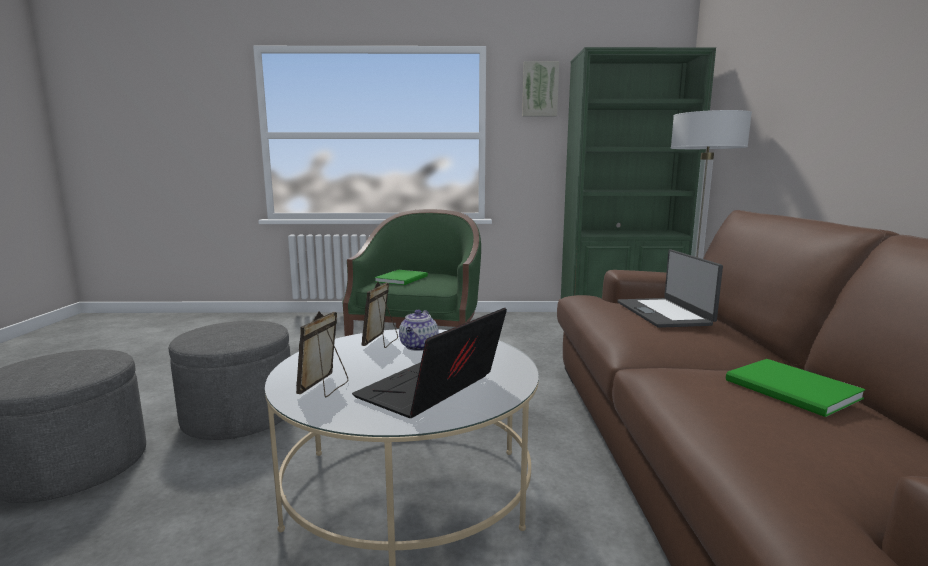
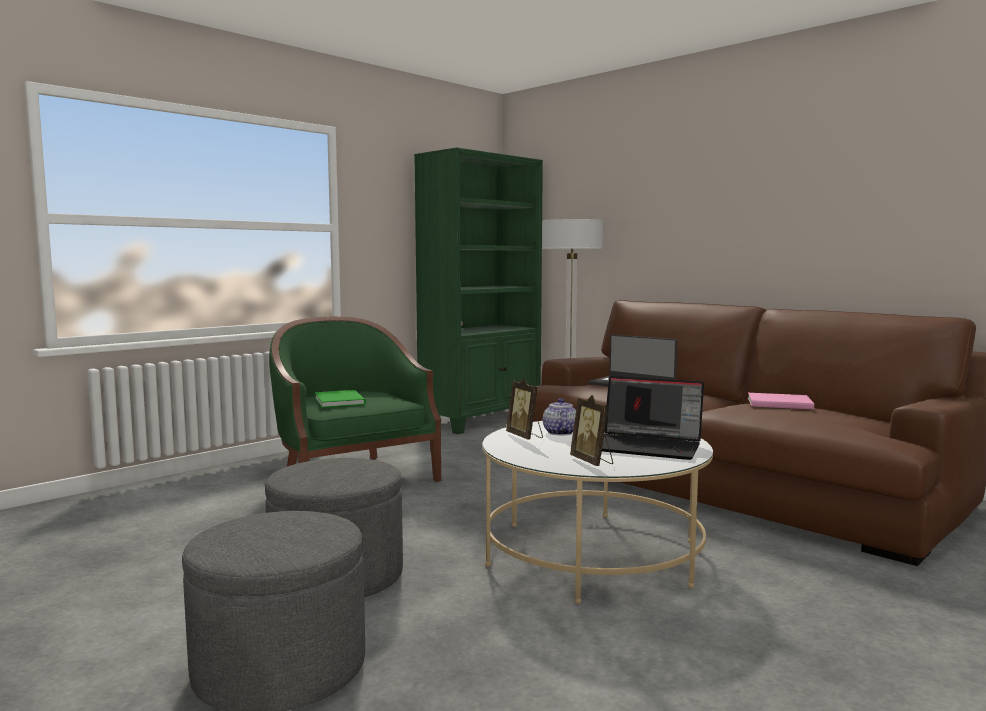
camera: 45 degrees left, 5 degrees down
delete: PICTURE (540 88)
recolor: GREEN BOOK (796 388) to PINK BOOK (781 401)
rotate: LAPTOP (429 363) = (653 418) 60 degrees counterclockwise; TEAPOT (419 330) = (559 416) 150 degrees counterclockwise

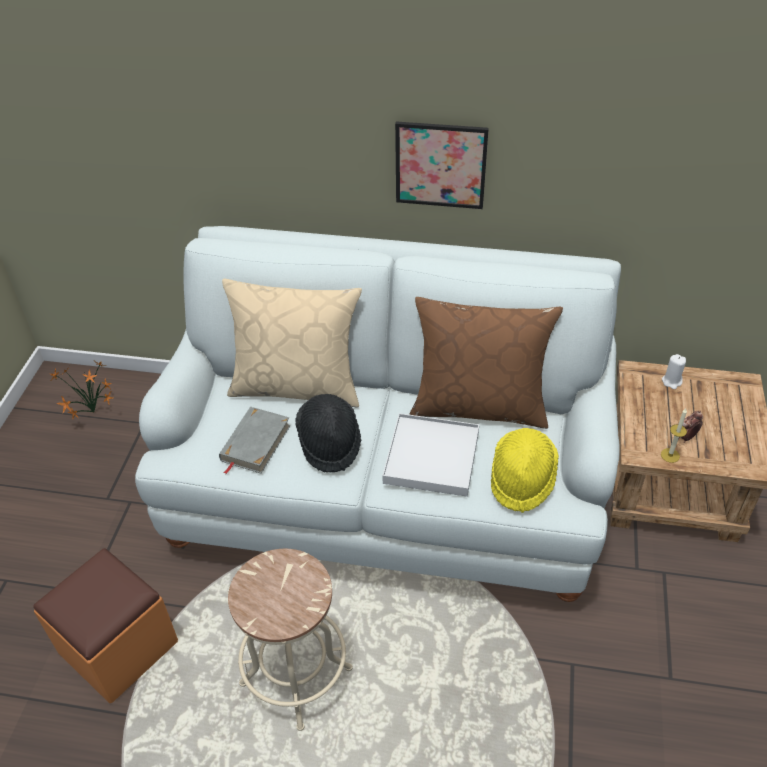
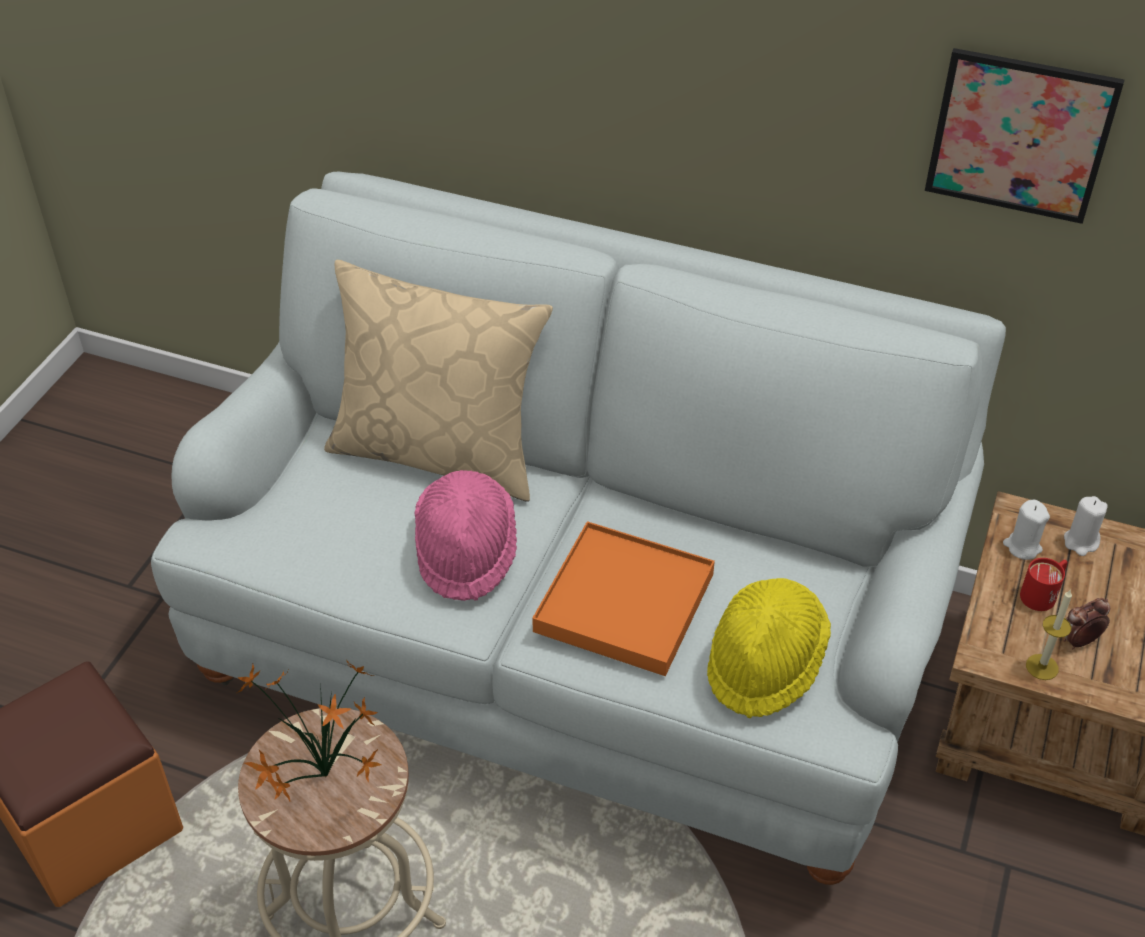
camera: 10 degrees right, 0 degrees up
delete: GREY BOOK (255 440); BROWN PILLOW (486 363)
insert: WHITE CANDLE (1026 530); RED MUG (1044 584)
move: POTTED PLANT (81 391) to (309 730); PICTURE (442 165) to (1024 136)
recolor: BLACK HAT (328 433) to PINK HAT (465 535); WHITE TRAY (430 455) to ORANGE TRAY (623 598)

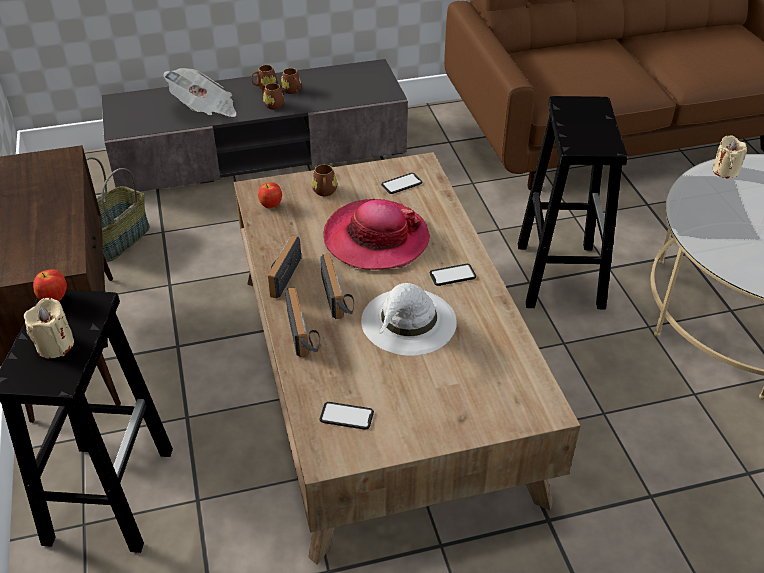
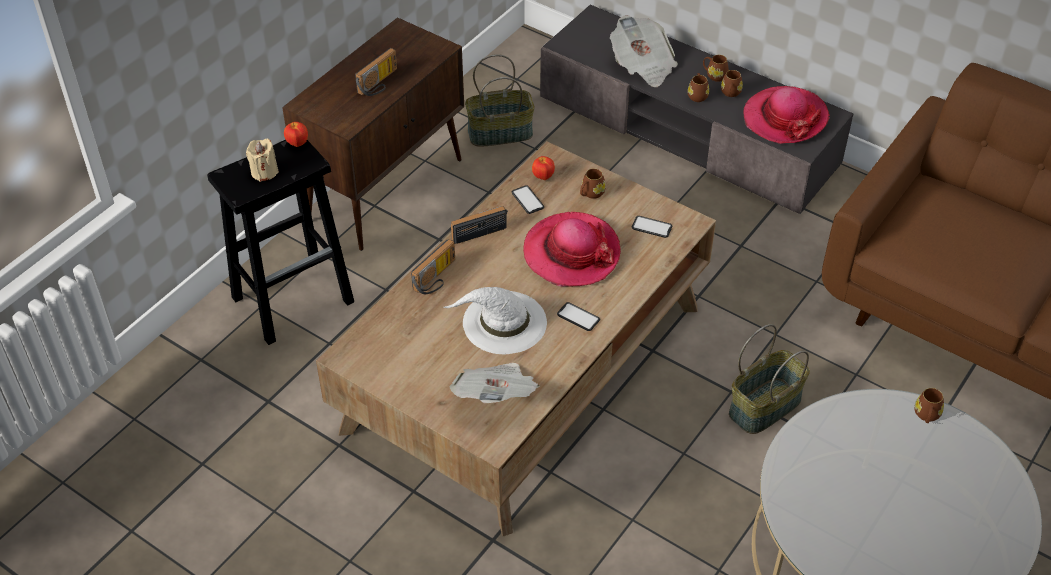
camera: 50 degrees right, 5 degrees up
insert: NEWSPAPER (494 383); HAT (787 115)
move: PHONE (346 416) to (528 199); RADIO (337 286) to (376 72)
replace: BLACK STOOL (573 202) to BASKET (769 379); BEIGE CANDLE (729 157) to BROWN MUG (929 405)

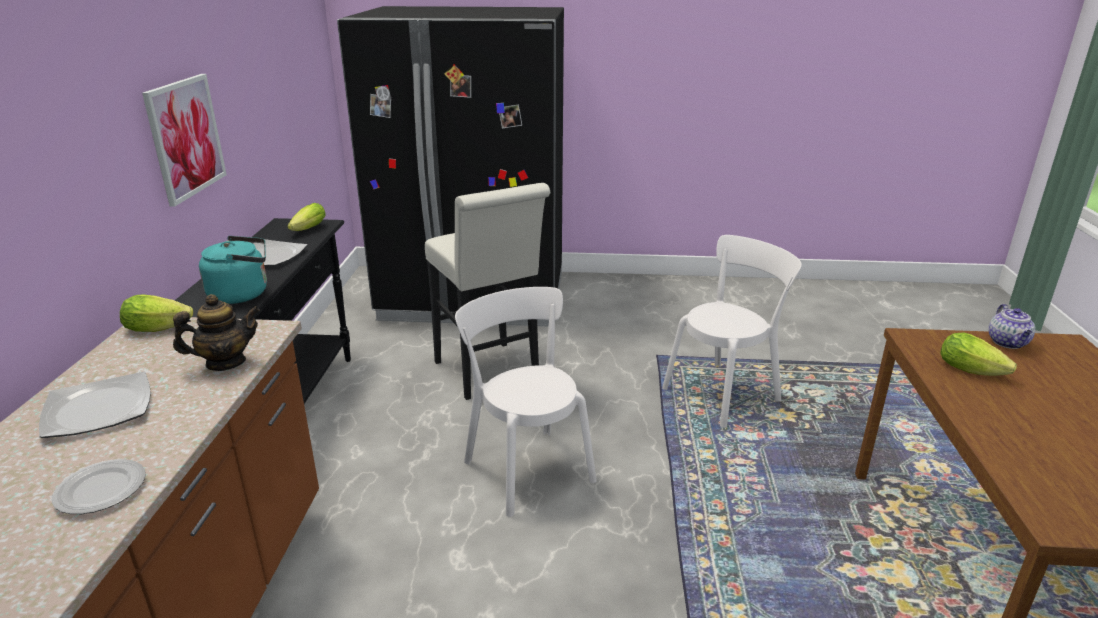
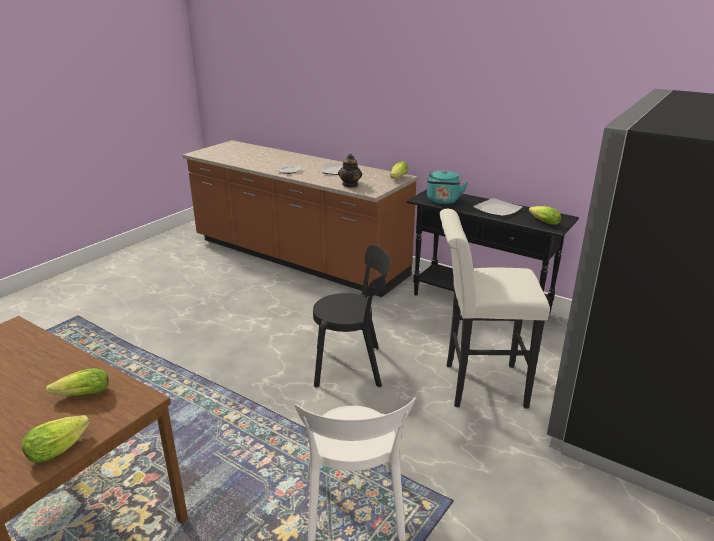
camera: 120 degrees right, 0 degrees up
delete: PICTURE (184 140)
replace: TEAPOT (1012 326) to LETTUCE (56 439)
recolor: WHITE CHAIR (526 402) to BLACK CHAIR (352 315)

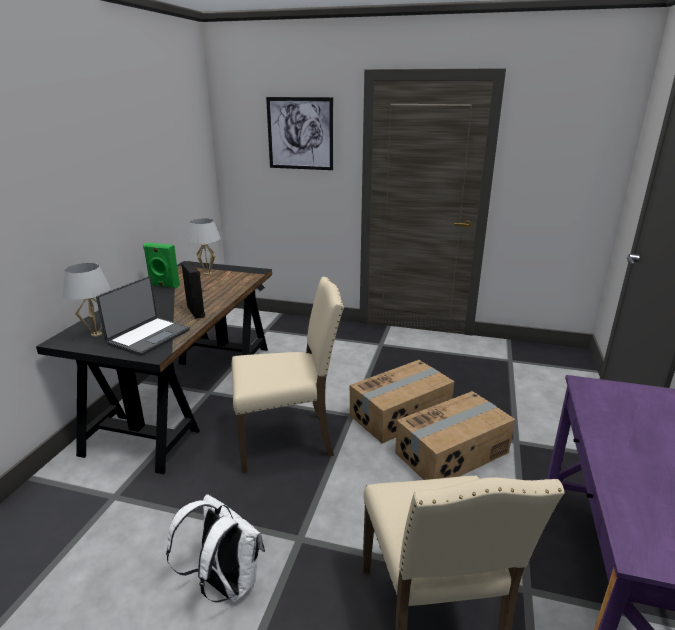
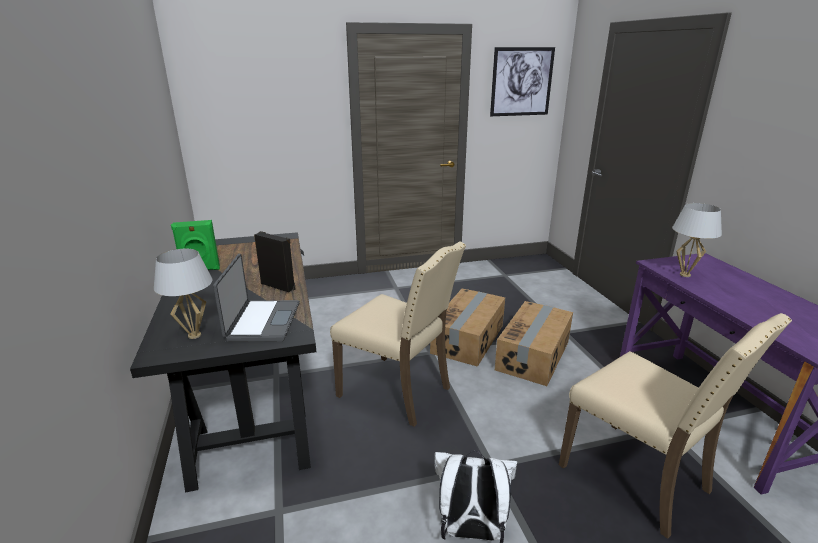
camera: 30 degrees left, 0 degrees up
move: WHITE TABLE LAMP (204 246) to (697 240); PICTURE (299 133) to (522 81)
rotate: BEIGE CHAIR (288 375) = (398 334) 75 degrees clockwise

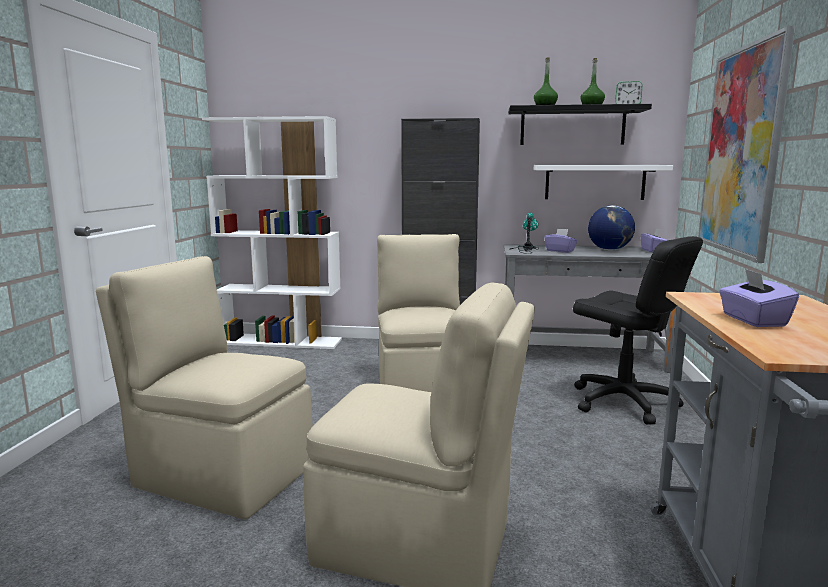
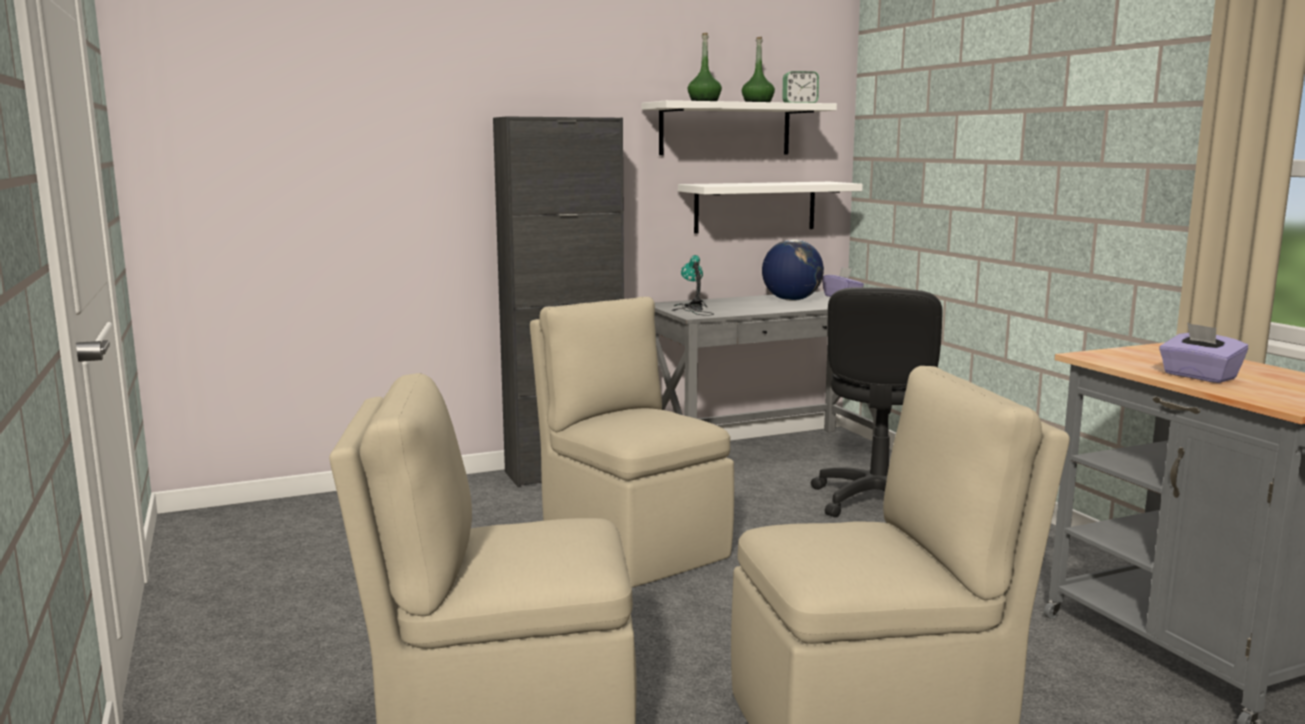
camera: 30 degrees left, 0 degrees up
delete: WHITE BOOKCASE (272 232); PURPLE TISSUE BOX (561 240); PICTURE (746 144)
recolor: BLACK SHELF (580 124) to WHITE SHELF (739 127)
rotate: BLACK OFFICE CHAIR (638 330) = (877 402) 90 degrees clockwise

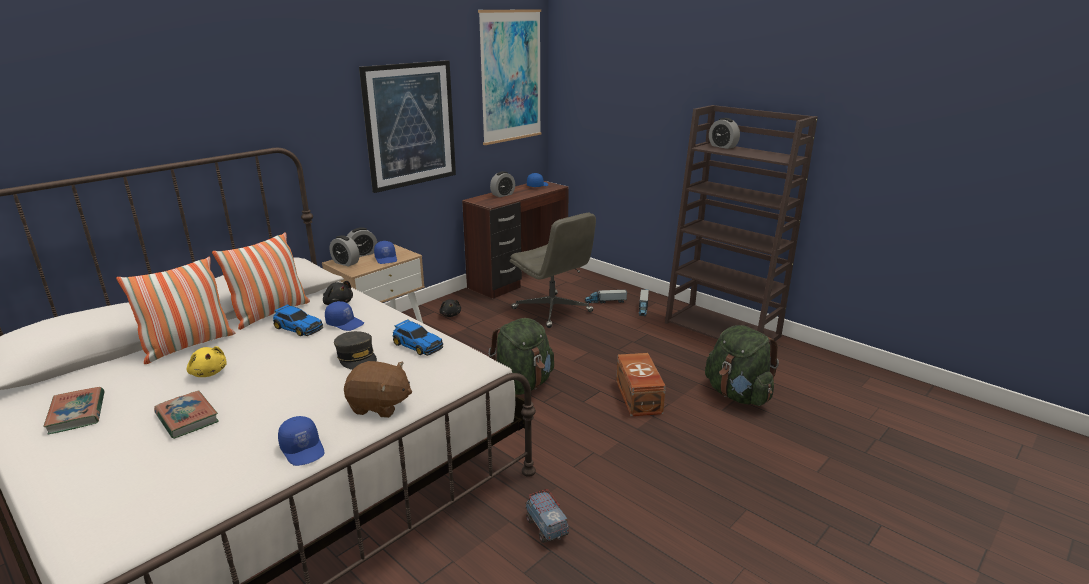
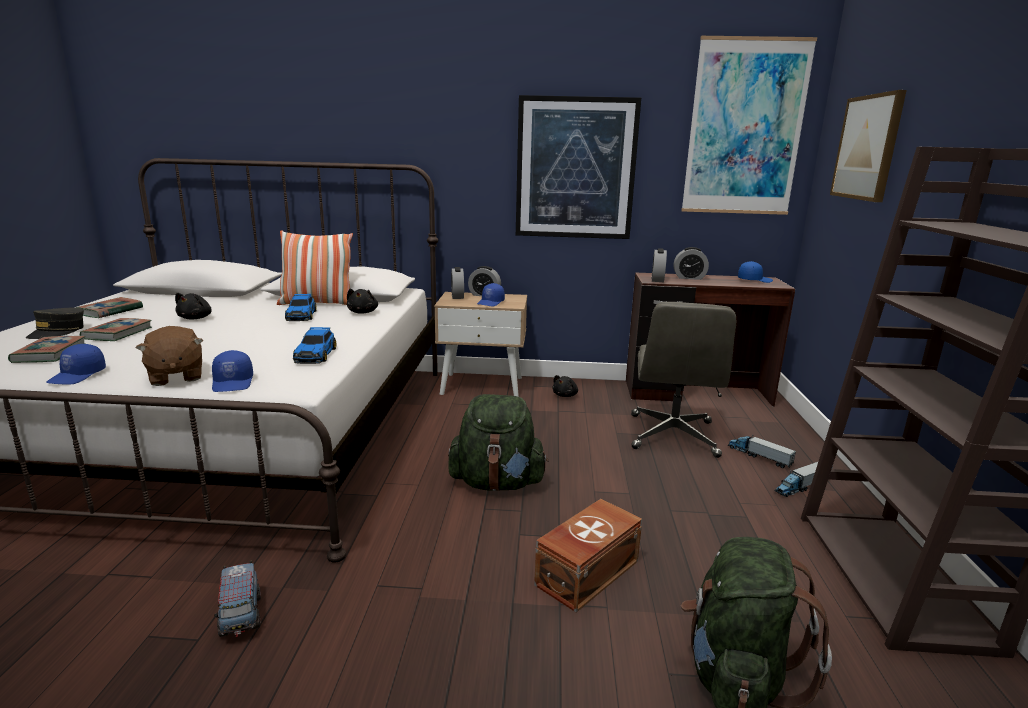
camera: 50 degrees right, 5 degrees down
delete: PILLOW (175 310)
insert: BOOK (47 349); PICTURE (868 146)
move: BLUE CAP (344 316) to (232 371); GREY CAP (355 350) to (55 323); ALARM CLOCK (724 133) to (659 265)
recolor: YELLOW PLUSH TOY (207 361) to BLACK PLUSH TOY (193 306)
rotate: TOY TRUCK (547 516) = (237 599) 135 degrees clockwise

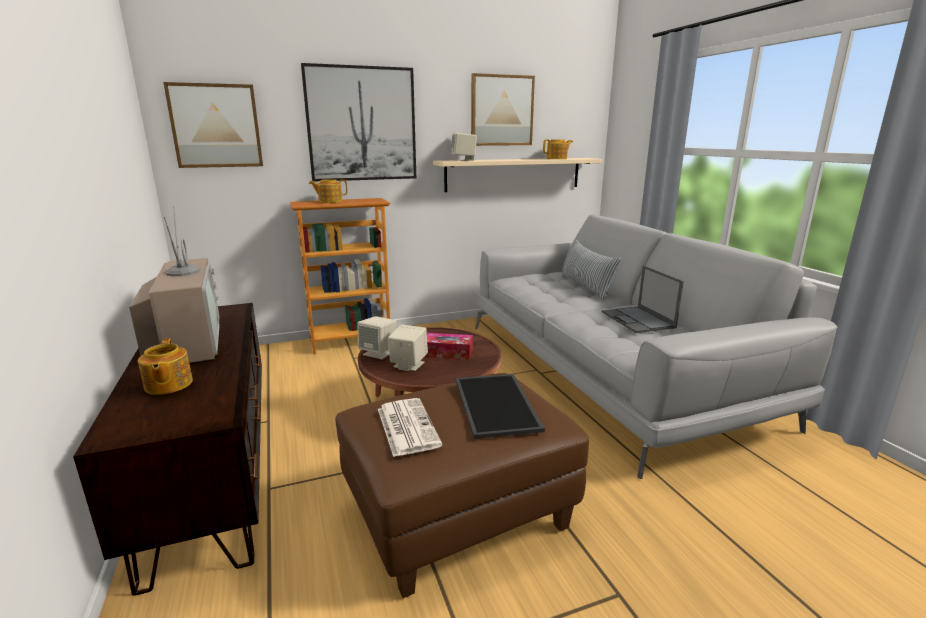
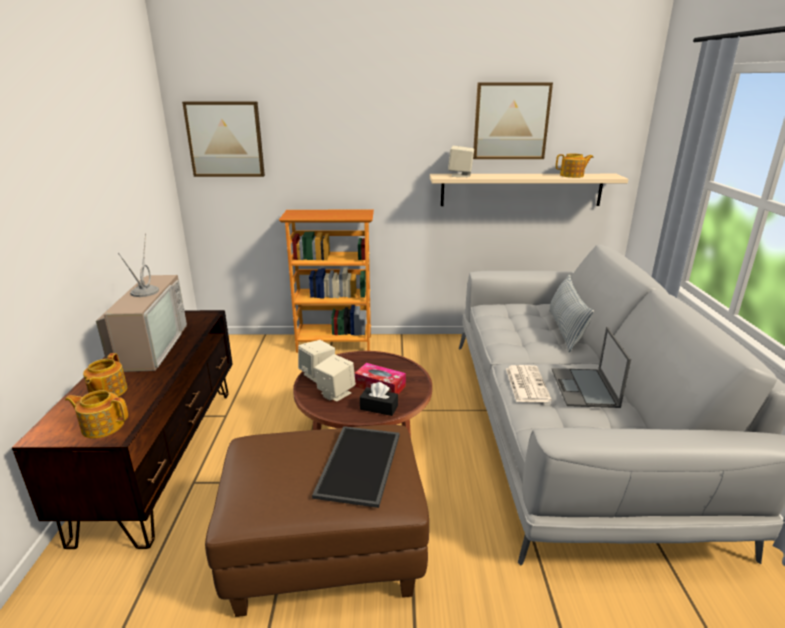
camera: 20 degrees right, 5 degrees up
delete: PICTURE (358 122)
insert: BLACK TISSUE BOX (379 399)
move: TEAPOT (328 191) to (96 414); NEWSPAPER (410 427) to (529 383)

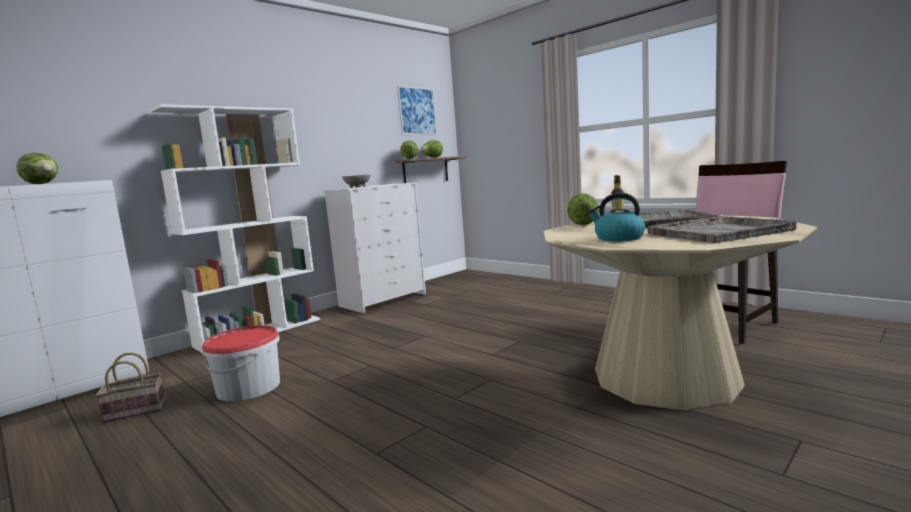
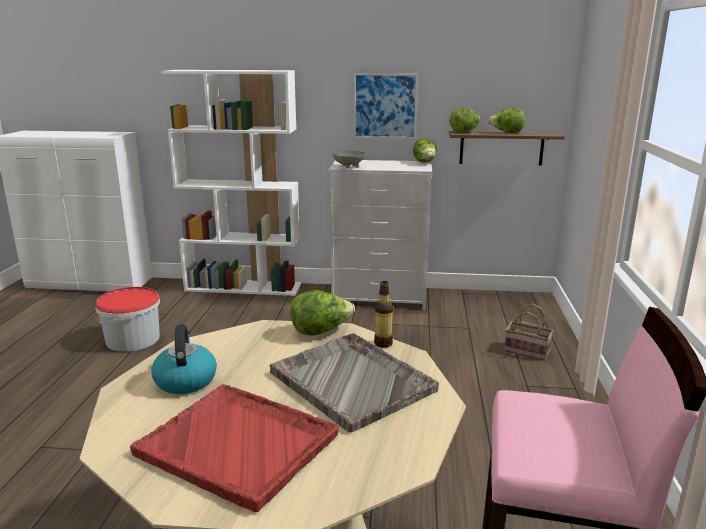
camera: 50 degrees right, 10 degrees up
move: LETTUCE (37 168) to (425 150); BASKET (130 387) to (528 332); PICTURE (417 110) to (386 106)
recolor: GREY TRAY (721 229) to RED TRAY (234 448)

